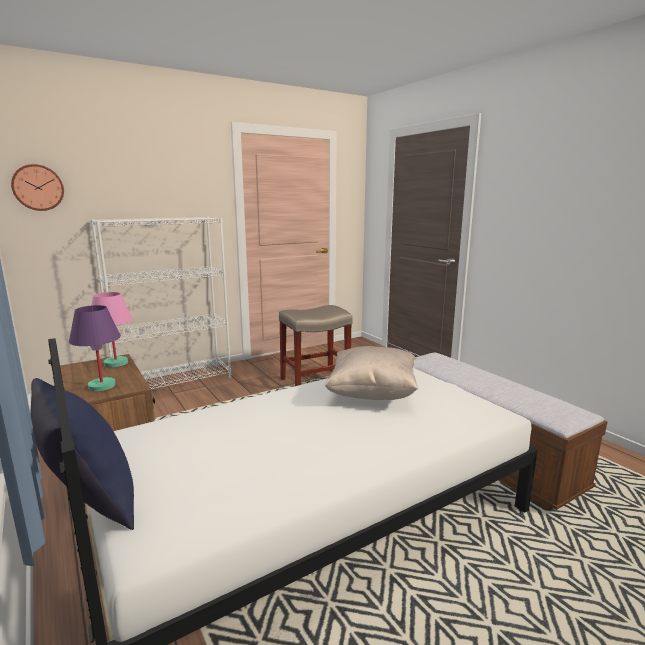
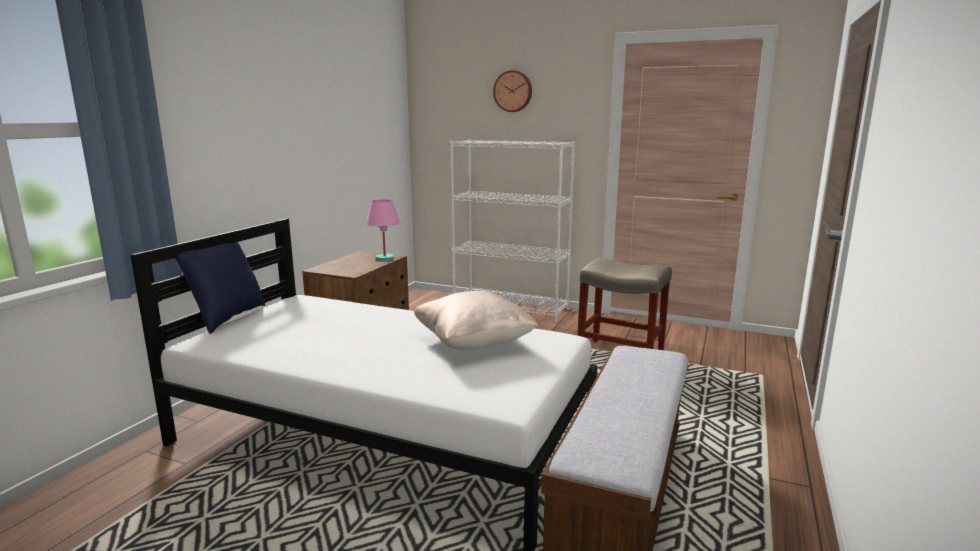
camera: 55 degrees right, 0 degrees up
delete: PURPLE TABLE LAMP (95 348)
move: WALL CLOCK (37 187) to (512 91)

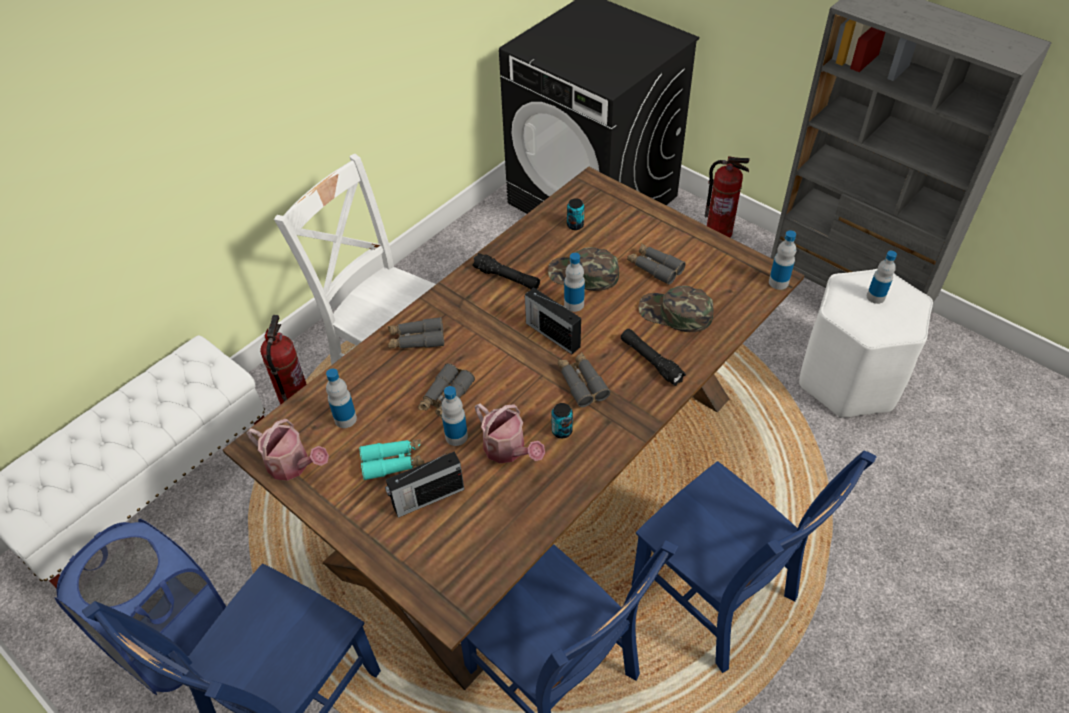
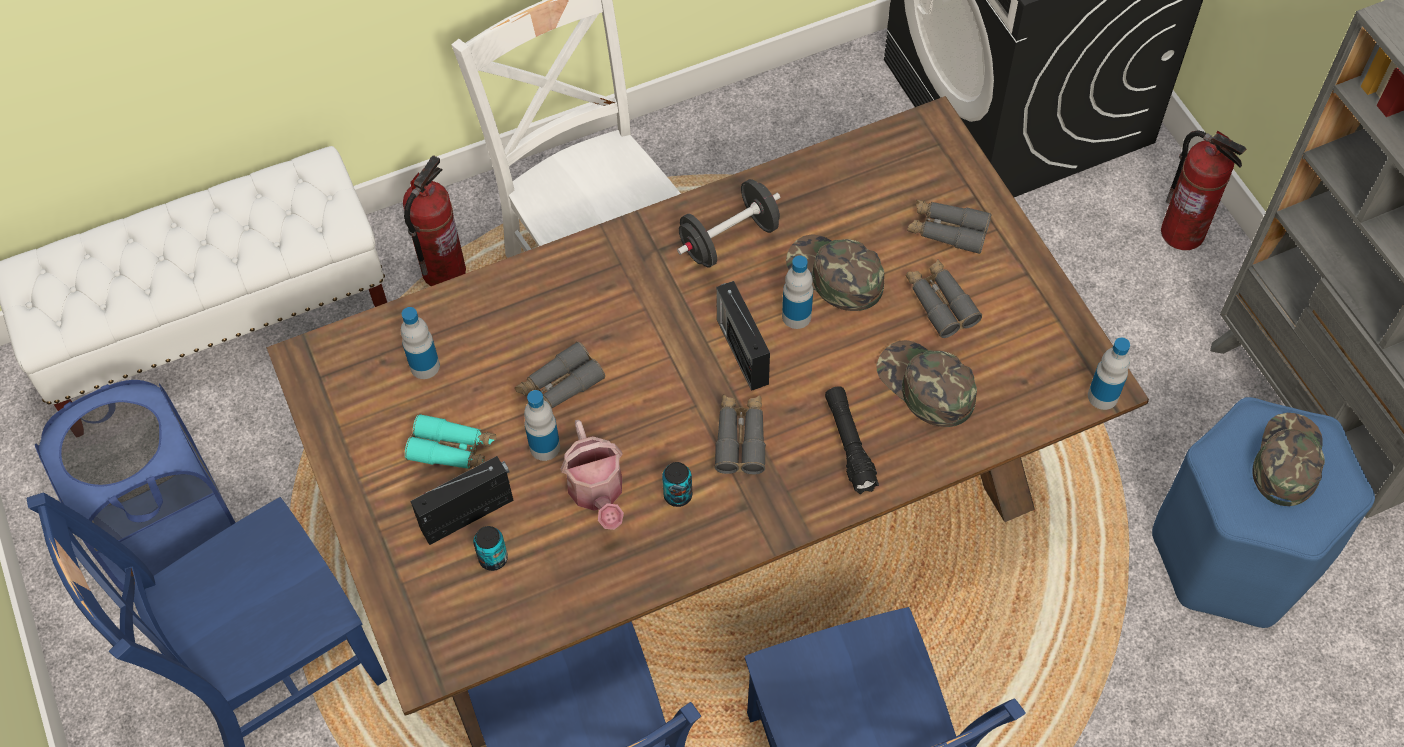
camera: 25 degrees right, 10 degrees up
delete: WATERING CAN (288 450)
move: GREY BINOCULARS (416 333) to (949 227); CAN (575 214) to (490 548)
replace: BLACK FLASHLIGHT (506 271) to BLACK DUMBBELL (728 223); BOTTLE (882 277) to GREEN CAP (1288 459)
recolor: WHITE STOOL (866 343) to BLUE STOOL (1263 512)
rotate: RADIO (424 485) = (462 500) 150 degrees clockwise

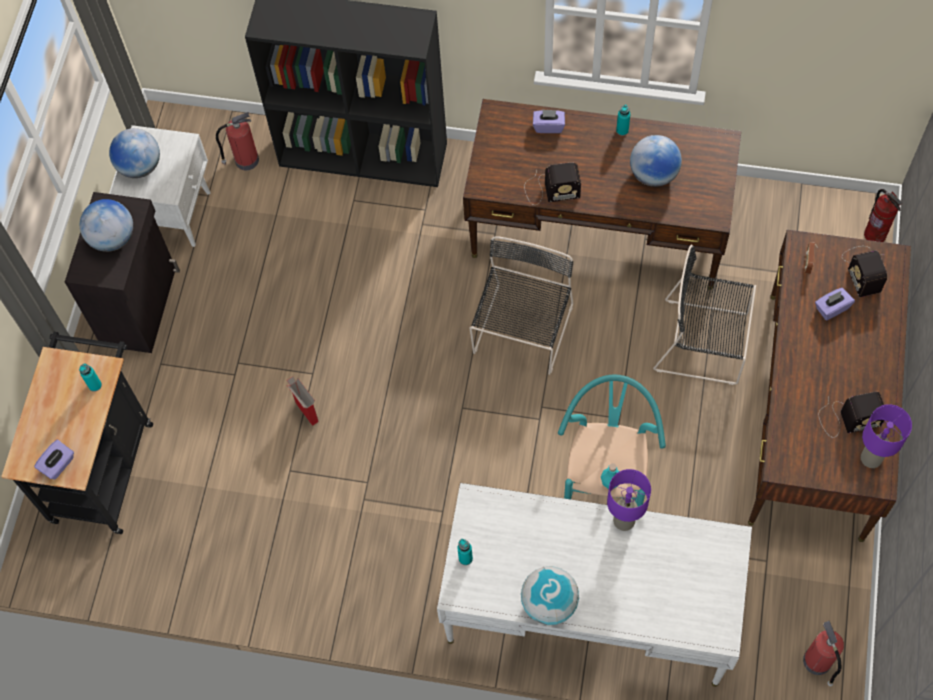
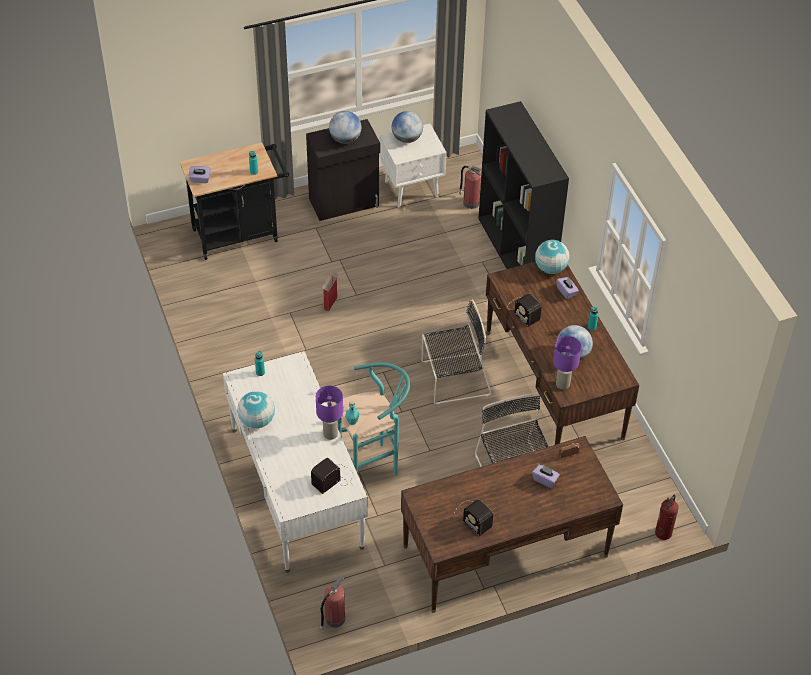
camera: 55 degrees right, 15 degrees down
insert: GLOBE (552 257)
move: RADIO (864 271) to (332 476); PURPLE TABLE LAMP (886 436) to (567 363)

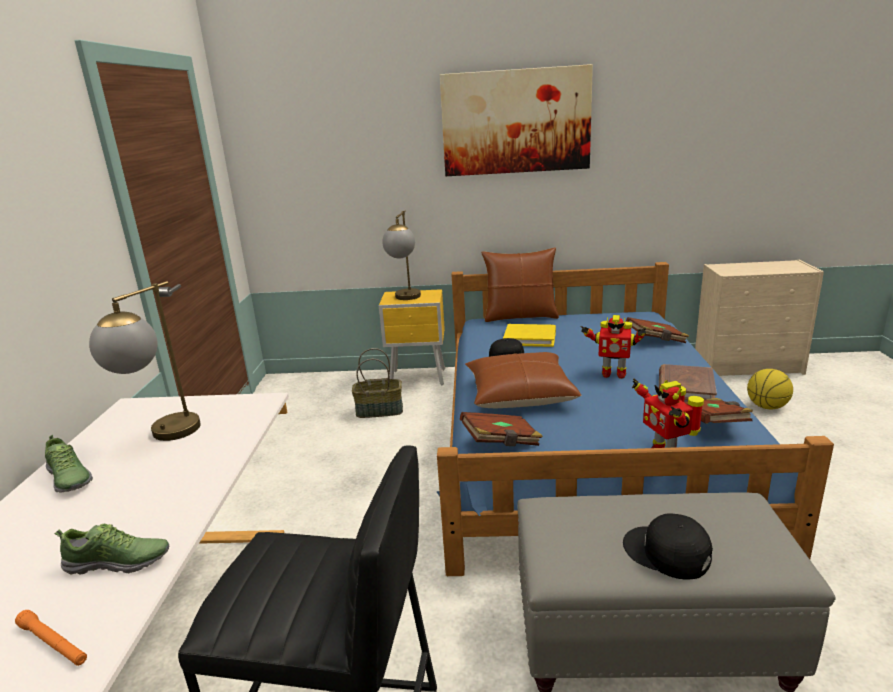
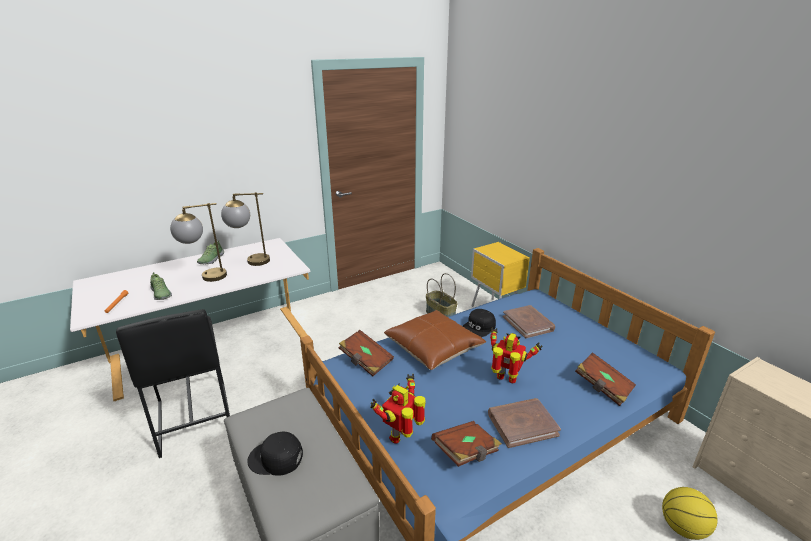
camera: 55 degrees right, 5 degrees up
delete: PICTURE (516 120); BROWN PILLOW (520 284)
move: TABLE LAMP (401 255) to (198 242)
recolor: YELLOW BOOK (529 335) to BROWN BOOK (529 321)
rotate: TOY ROBOT (613 347) = (516 355) 135 degrees clockwise; BLACK CAP (668 546) = (275 454) 90 degrees counterclockwise

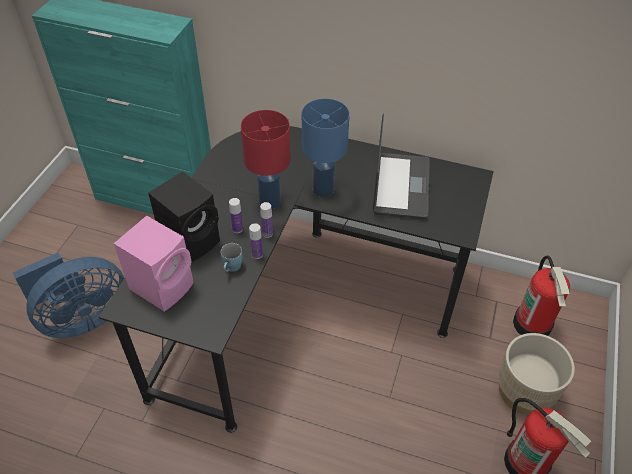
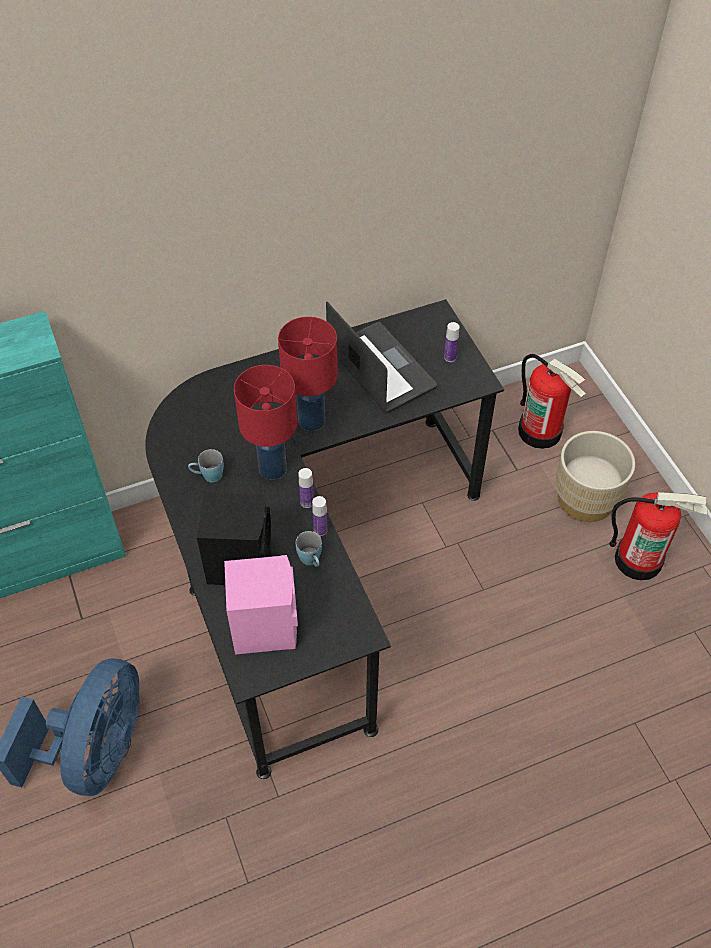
camera: 40 degrees left, 5 degrees up
insert: BLUE MUG (206 465)
move: BOTTLE (236 215) to (451 342)
recolor: BLUE TABLE LAMP (326 148) to RED TABLE LAMP (308 374)

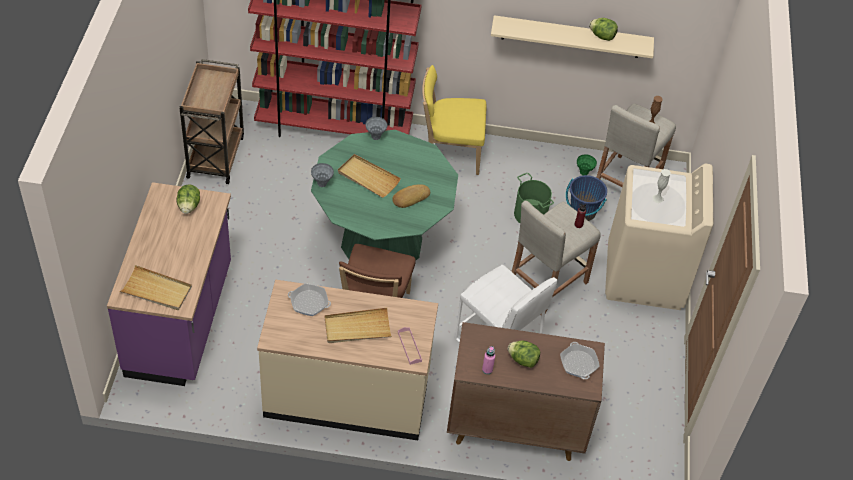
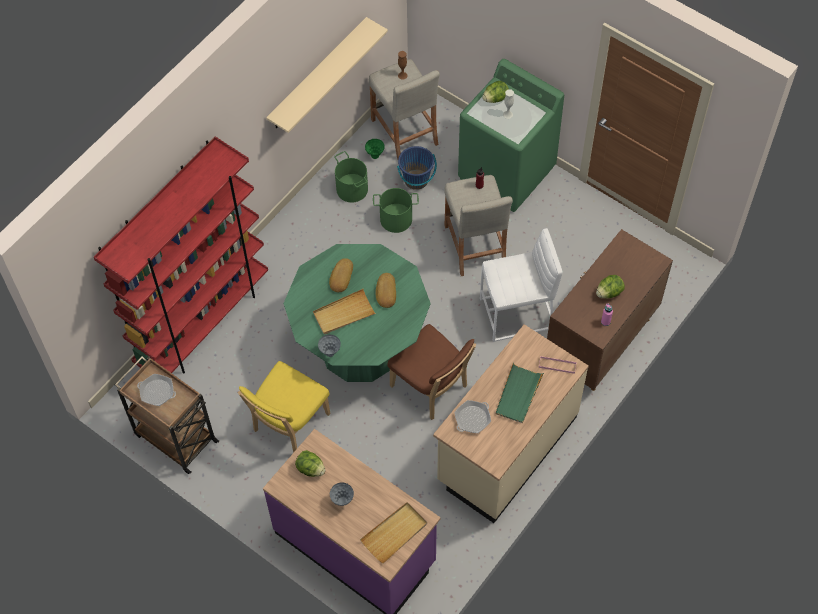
camera: 55 degrees left, 10 degrees up
insert: BREAD (341 275); GREEN BUCKET (351 176)
move: GREY VASE (376 128) to (342 494); YELLOW CHAIR (454 120) to (284 407); FRYING PAN (580 360) to (156 390); LETTUCE (603 29) to (495 92)
recolor: BEIGE TRAY (358 325) to GREEN TRAY (519 393); BEIGE WASHING MACHINE (659 237) to GREEN WASHING MACHINE (511 135)

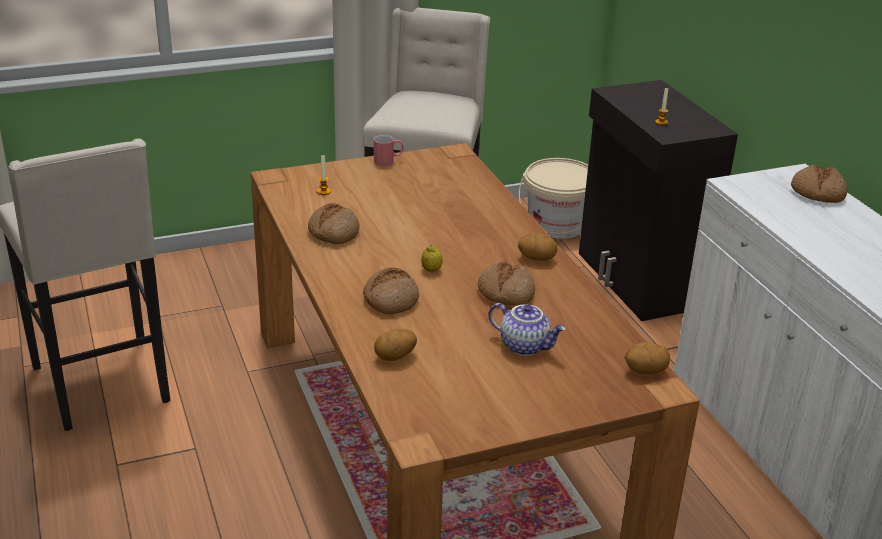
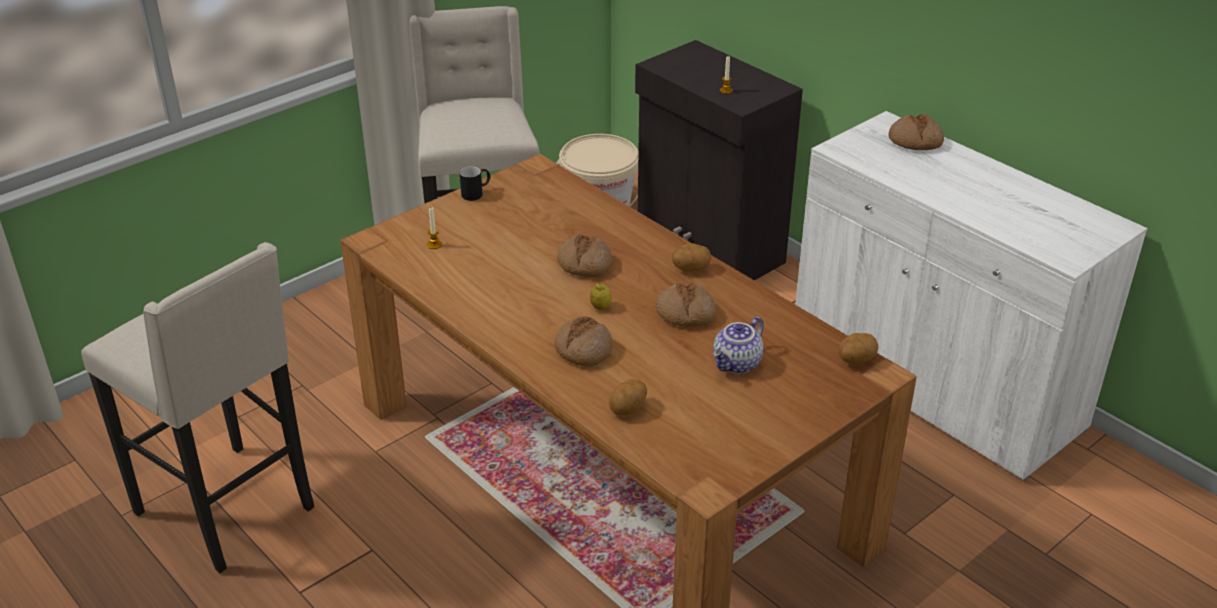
camera: 20 degrees left, 5 degrees up
move: BREAD (333 223) to (584 256)
recolor: RED MUG (389 150) to BLACK MUG (475 183)
rotate: TEAPOT (527 329) = (738 345) 120 degrees clockwise

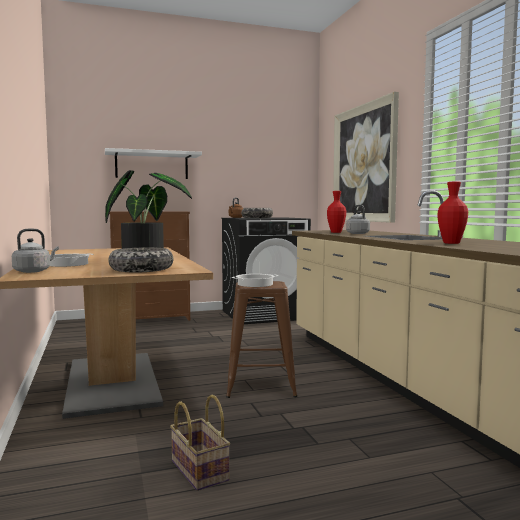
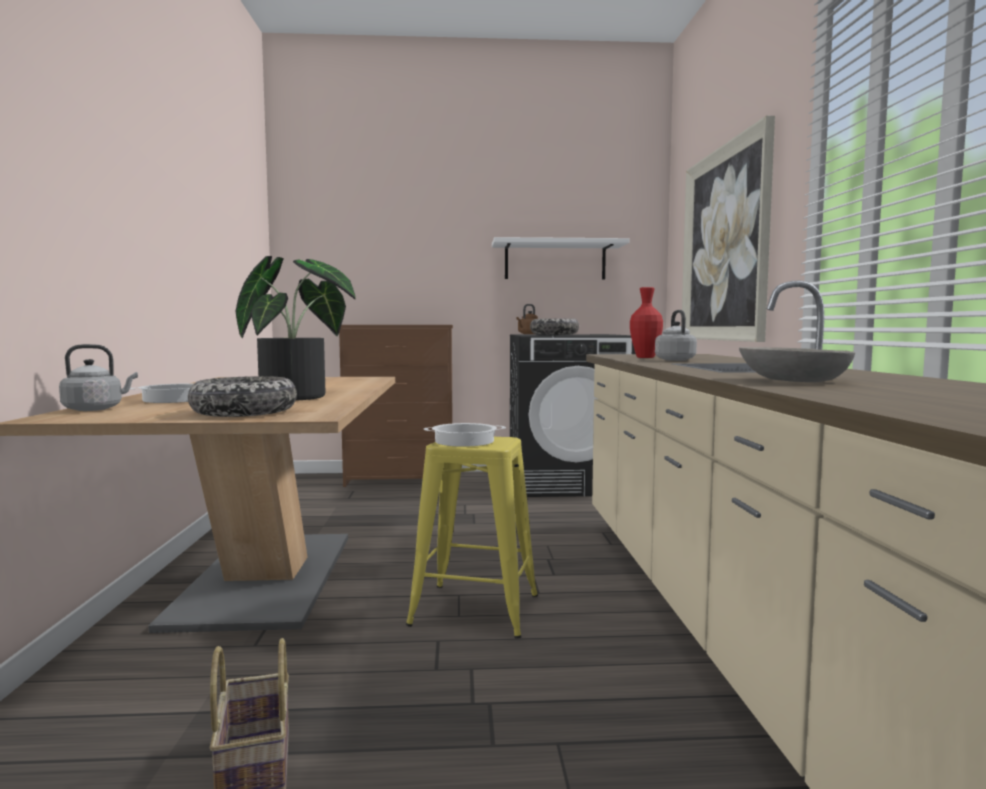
camera: 15 degrees right, 0 degrees up
move: WHITE SHELF (153 163) to (561 258)
replace: RED VASE (453 213) to GREY BOWL (797 364)
recolor: BROWN STOOL (261 339) to YELLOW STOOL (472 537)

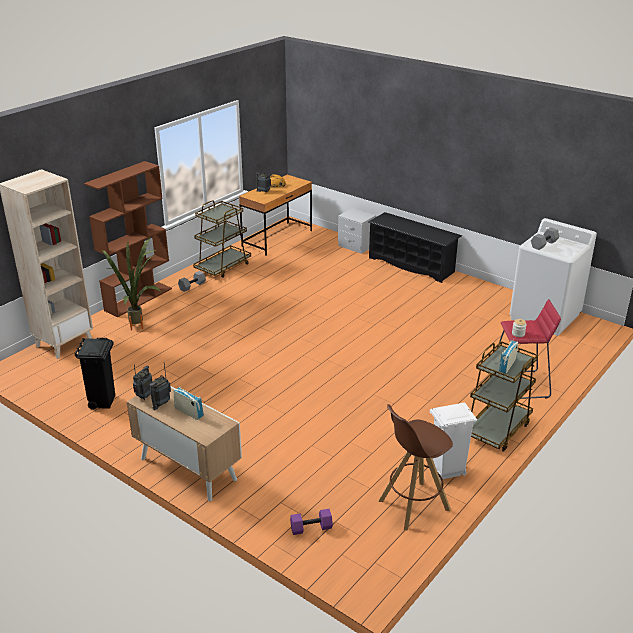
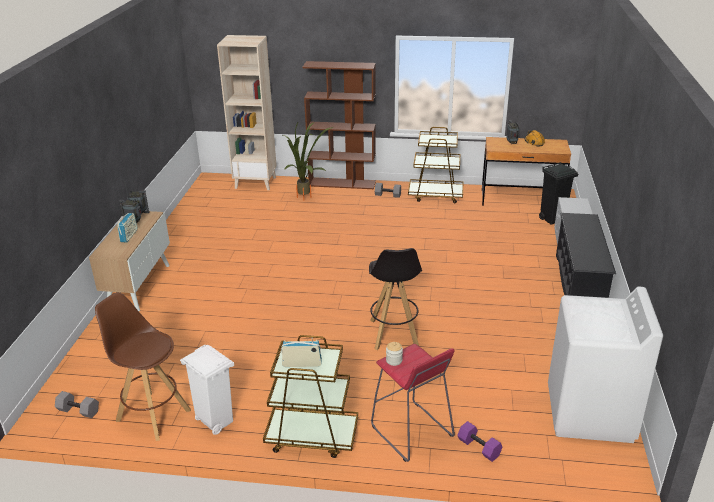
camera: 60 degrees right, 0 degrees up
insert: BLACK STOOL (395 299)
move: BLACK TRASH CAN (94 373) to (558 193); PURPLE DUMBBELL (311 522) to (480 441); GREY DUMBBELL (545 238) to (77 404)

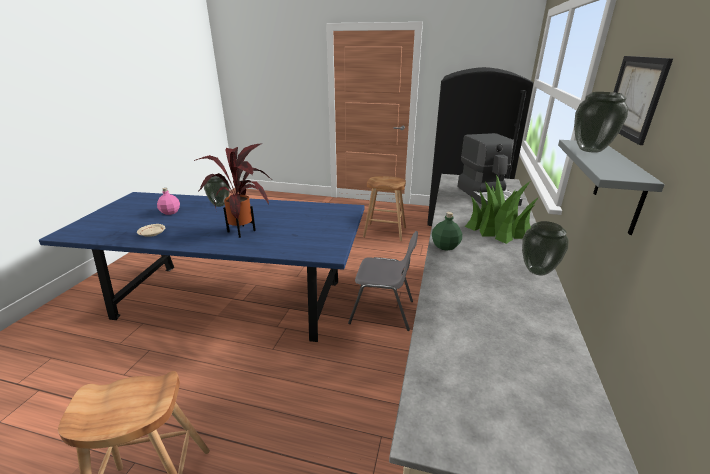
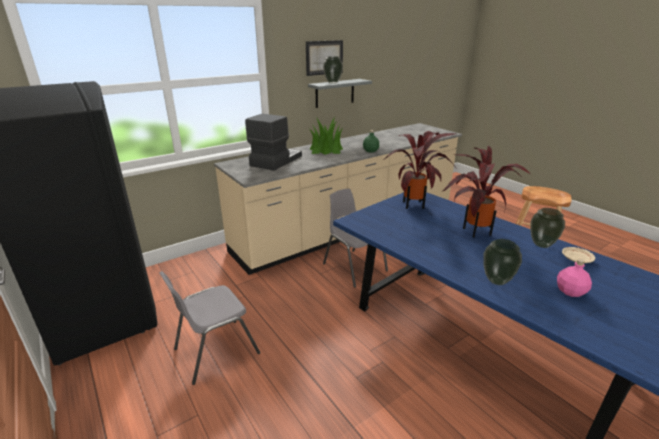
camera: 140 degrees left, 0 degrees up
insert: POTTED PLANT (420 170)
move: VASE (545 248) to (547 228)
replace: BROWN STOOL (384 208) to GREY CHAIR (209 328)

